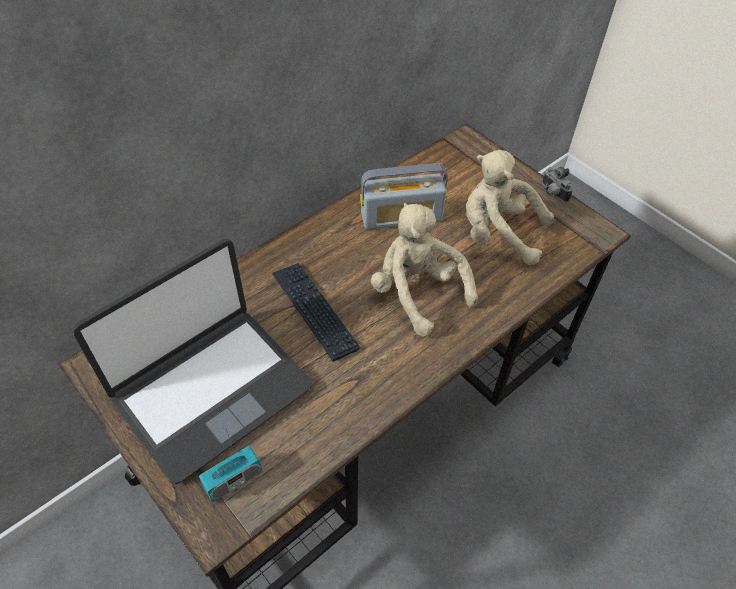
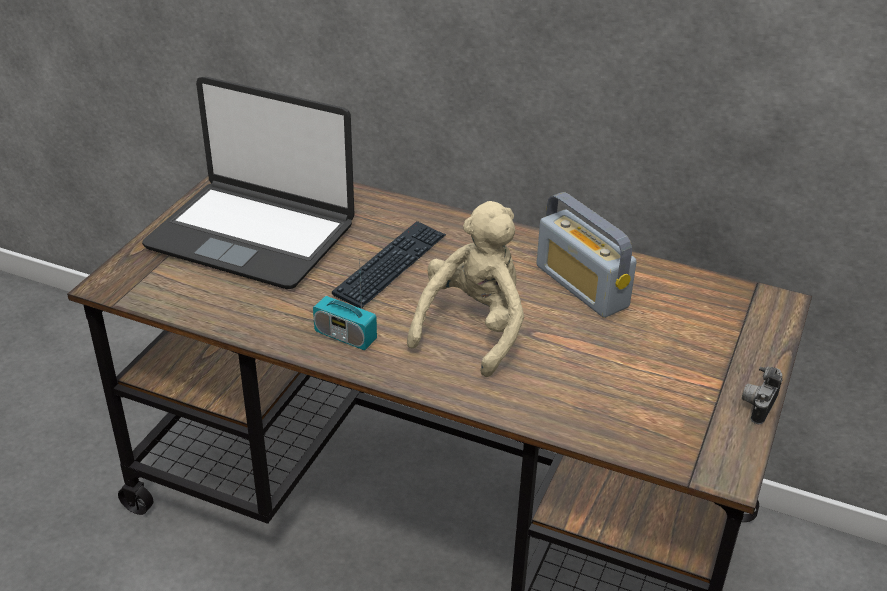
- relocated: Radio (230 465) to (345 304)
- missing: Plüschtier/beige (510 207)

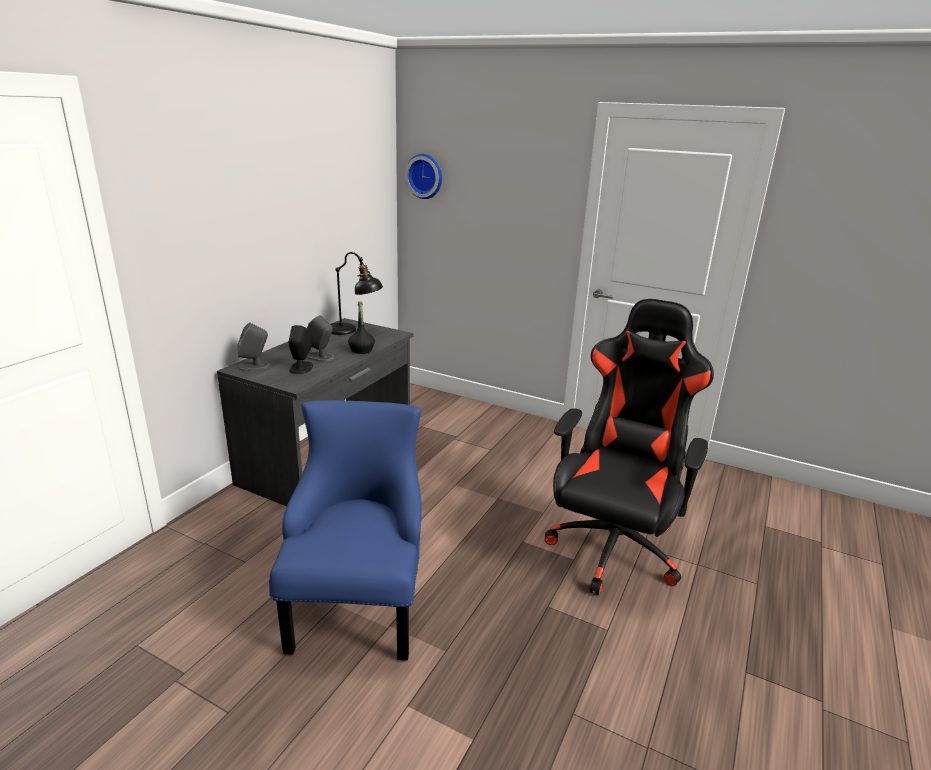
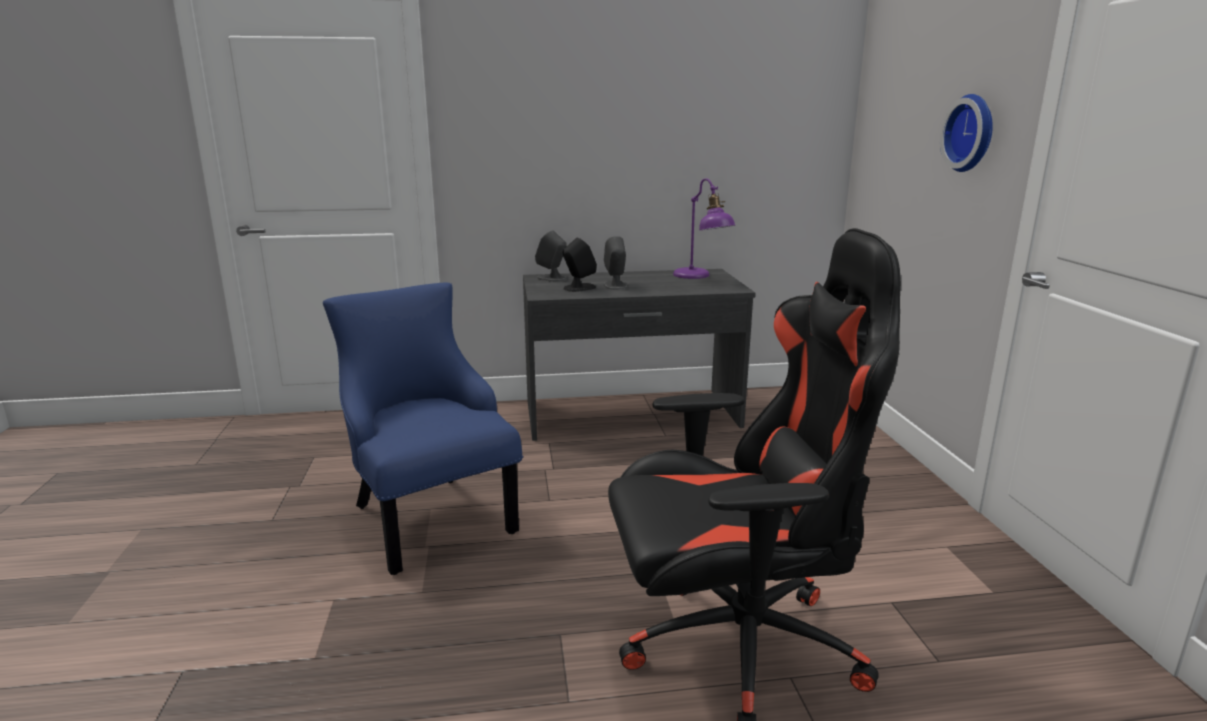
- spun: Stuhl/blau (345 530) = (423 429) 90 degrees counterclockwise
- colour: Tischlampe/schwarz (356 293) to Tischlampe/lila (704 228)
- missing: Flasche/schwarz (361 327)
- relocated: Wanduhr (423 176) to (966 133)

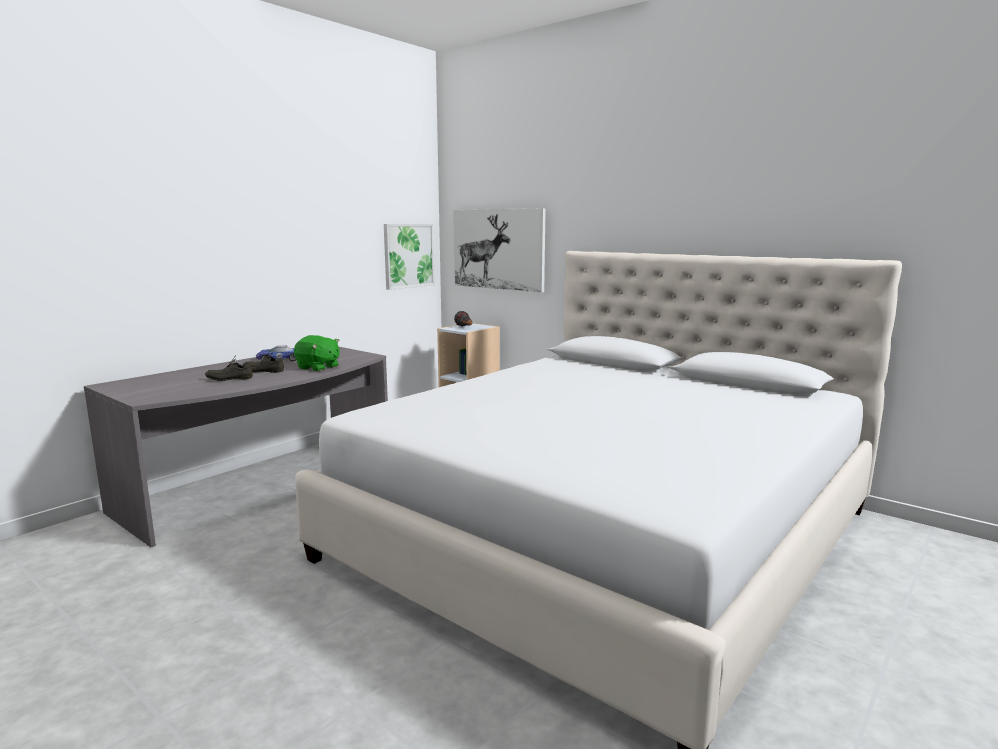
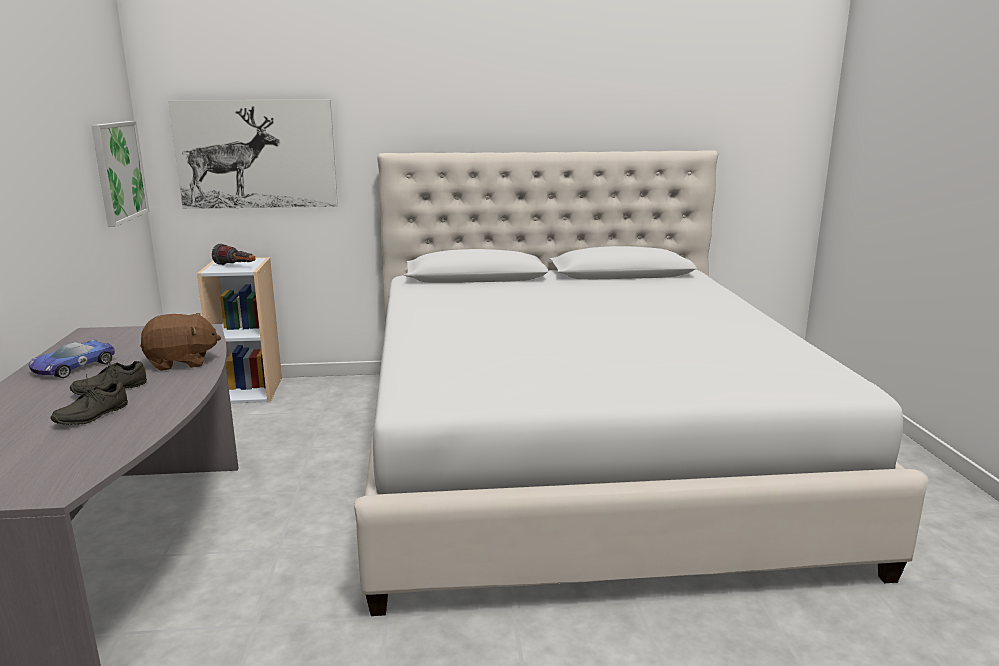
- colour: Plüschtier/grün (317 353) to Plüschtier/braun (180 342)

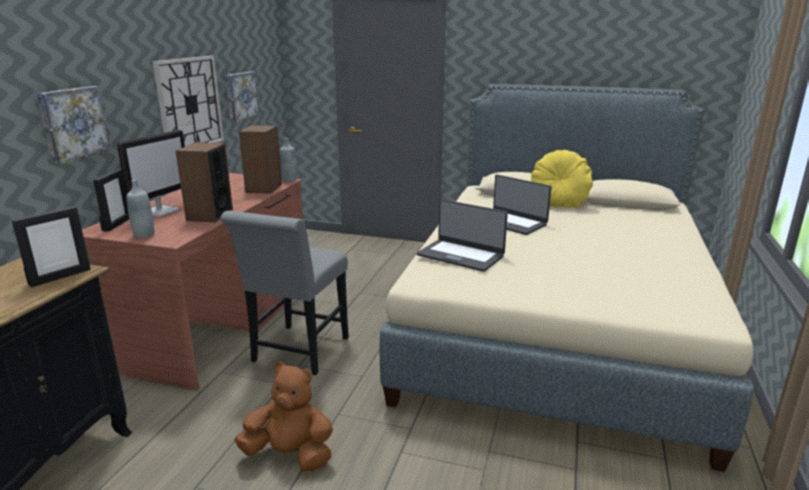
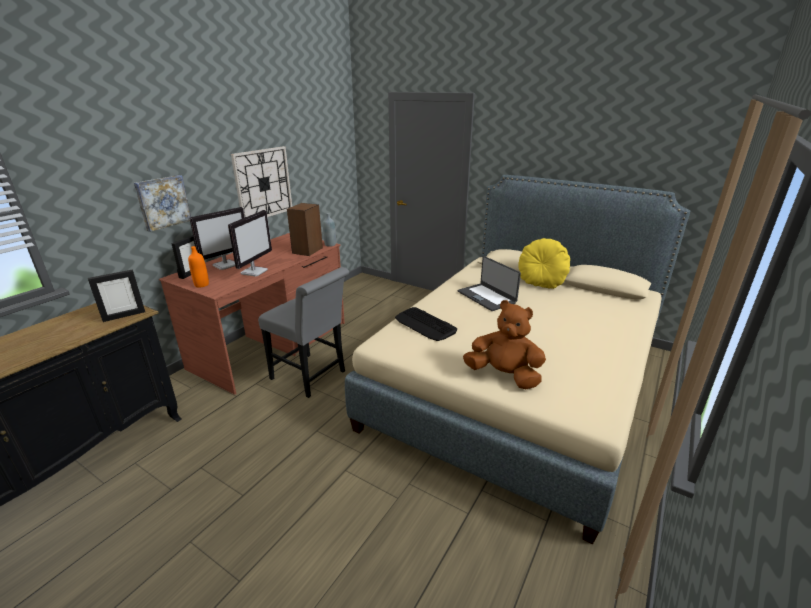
- colour: Flasche/grau (140 209) to Flasche/orange (198 267)
- exchanged: Lautsprecher (204 182) to Monitor (250 243)
- spun: Stuhl/grau (285 293) = (303 332) 90 degrees counterclockwise
- missing: Bild (242 97)
- relocated: Plüschtier/braun (284 416) to (504 344)
- exchanged: Laptop (462 235) to Tastatur (426 324)

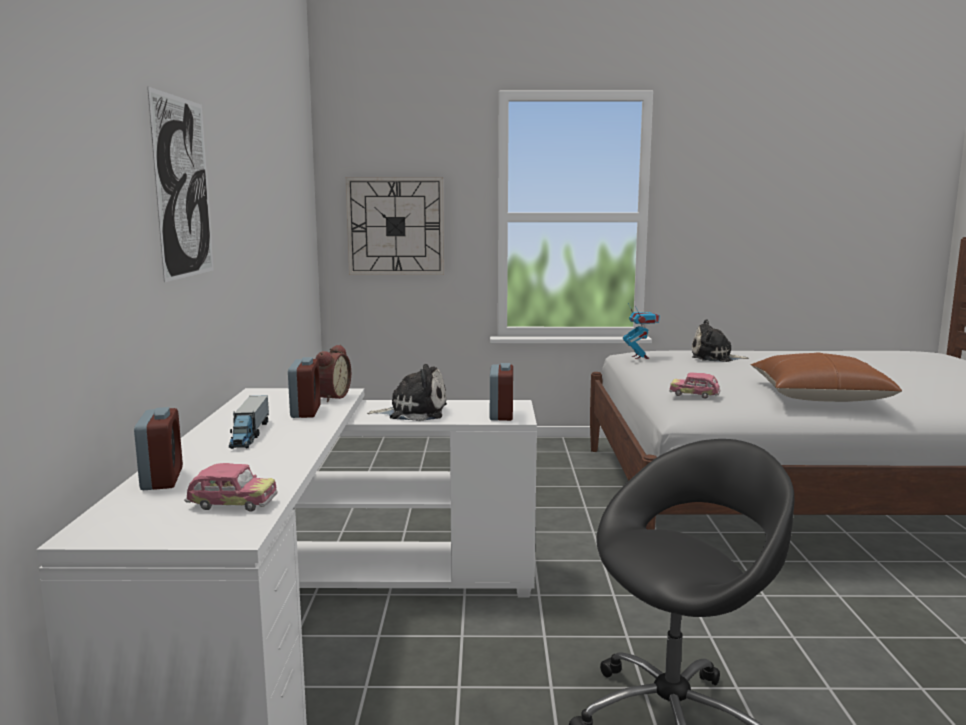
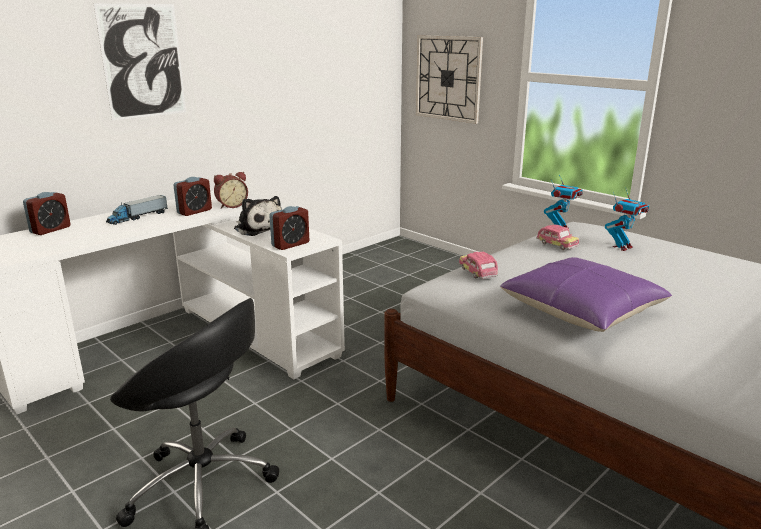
- relocated: Spielzeugauto (230 487) to (557 237)
- exchanged: Plüschtier (720 340) to Spielzeugroboter (627 220)
- colour: Kissen/braun (826 377) to Kissen/lila (586 294)

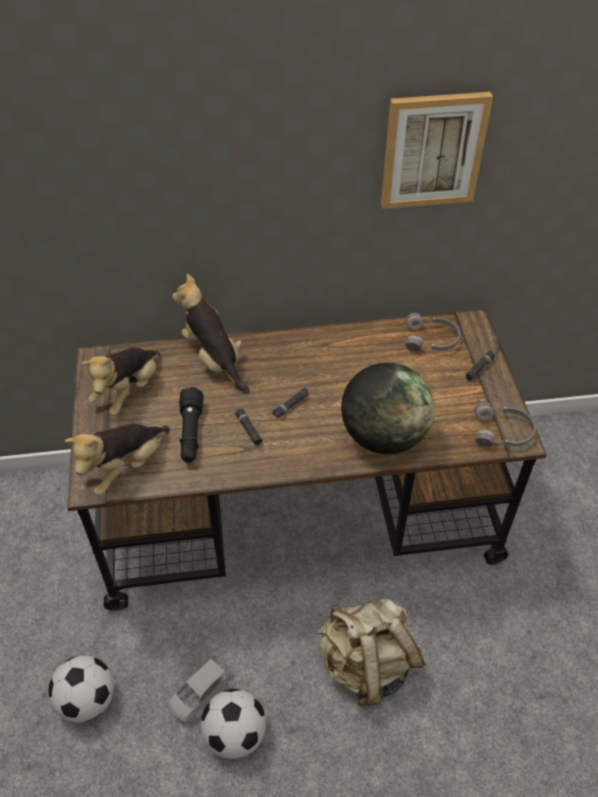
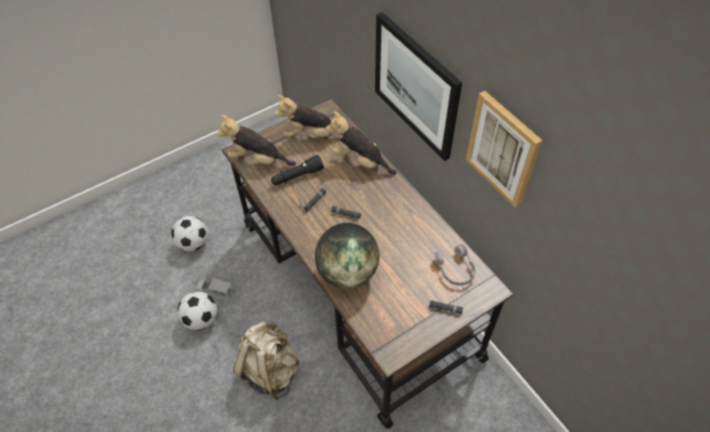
- spun: Plüschtier (211 333) = (361 143) 90 degrees counterclockwise
- missing: Kopfhörer/grau (505 424)
- appeared: Bild (418 86)

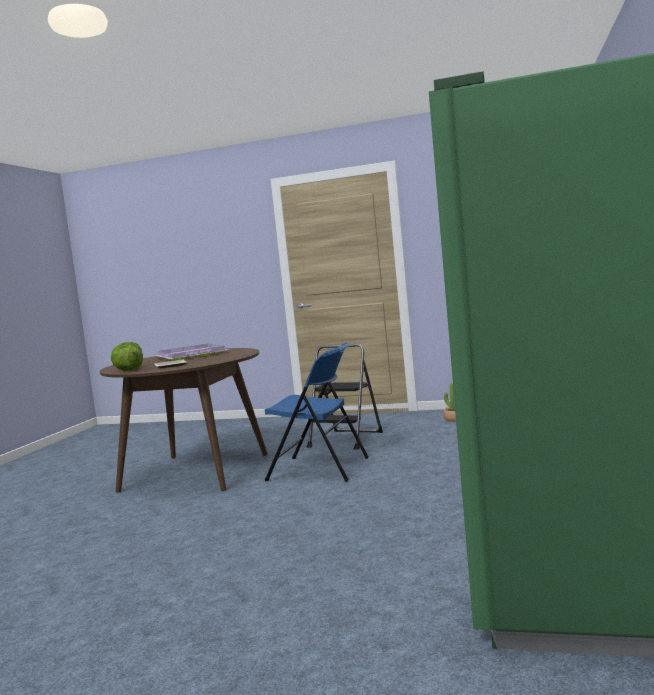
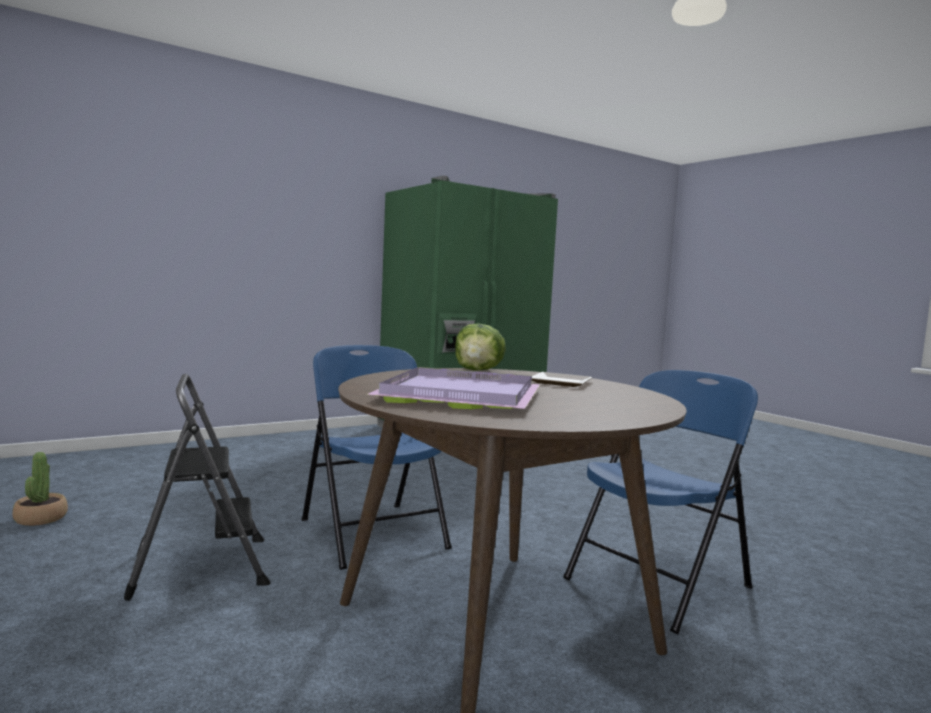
- relocated: Salatkopf (127 356) to (480 347)
- appeared: Stuhl/blau (660 502)

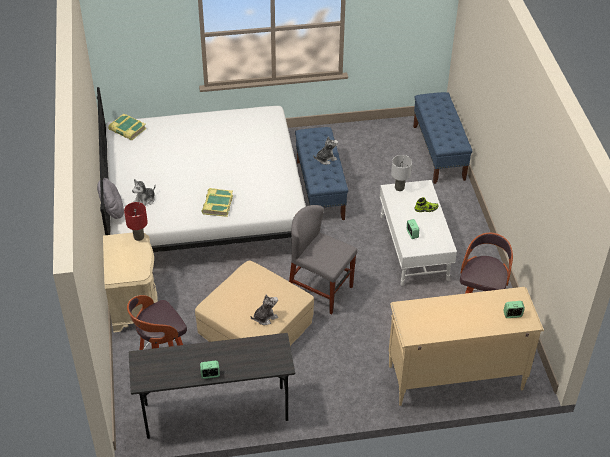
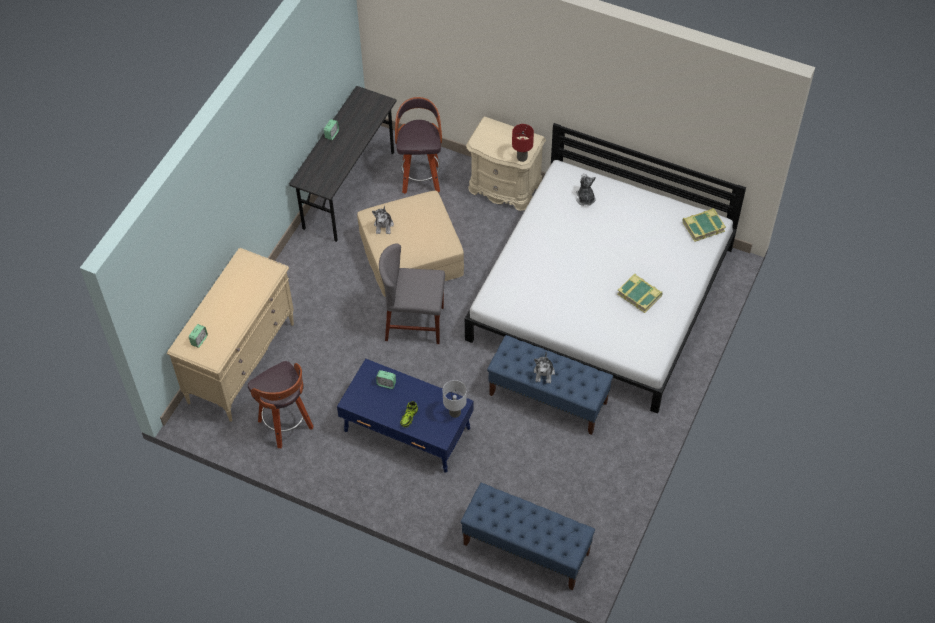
- missing: Kissen/grau (110 198)
- relocated: Buch (217 202) to (640 293)
- spun: Stuhl/grau (323 260) = (412 293) 150 degrees counterclockwise
- colour: Couchtisch/weiß (418 233) to Couchtisch/blau (405 416)

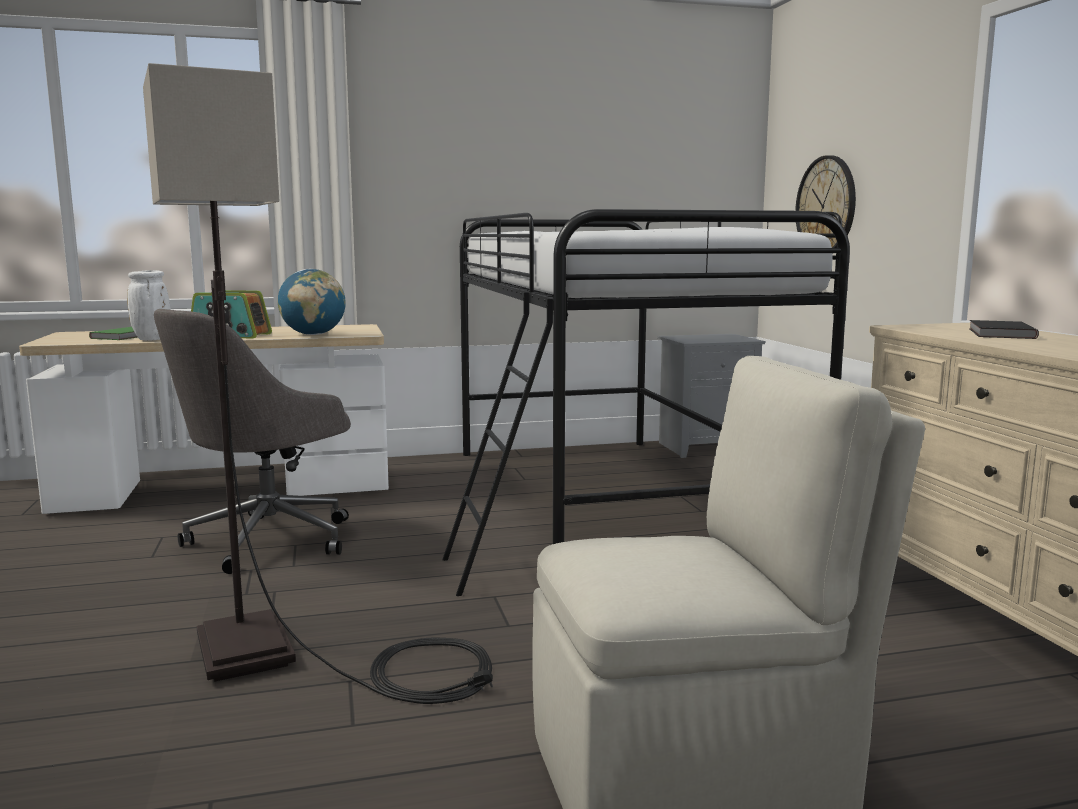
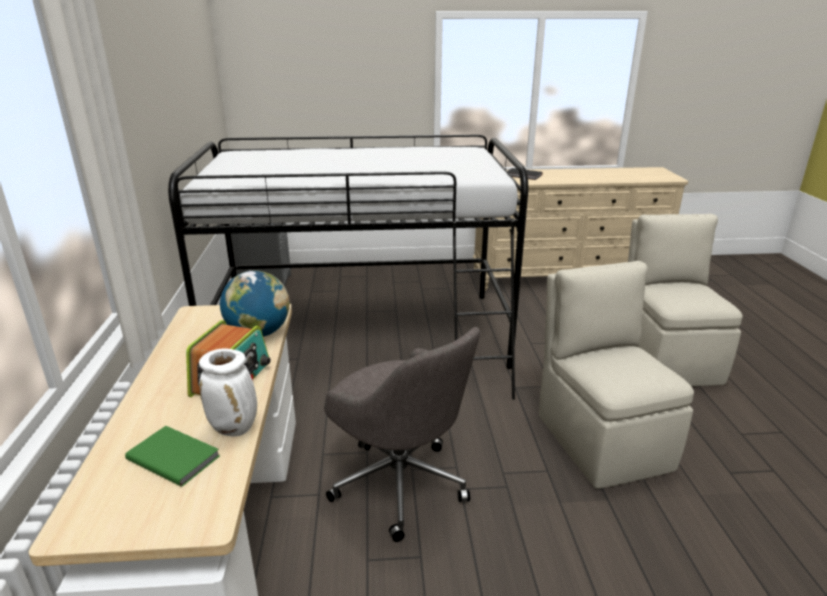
- exchanged: Stehlampe (318 383) to Stuhl/beige (616 375)
- missing: Wanduhr (825 204)

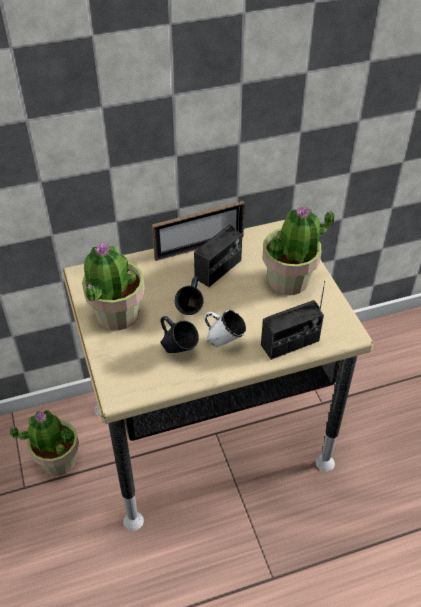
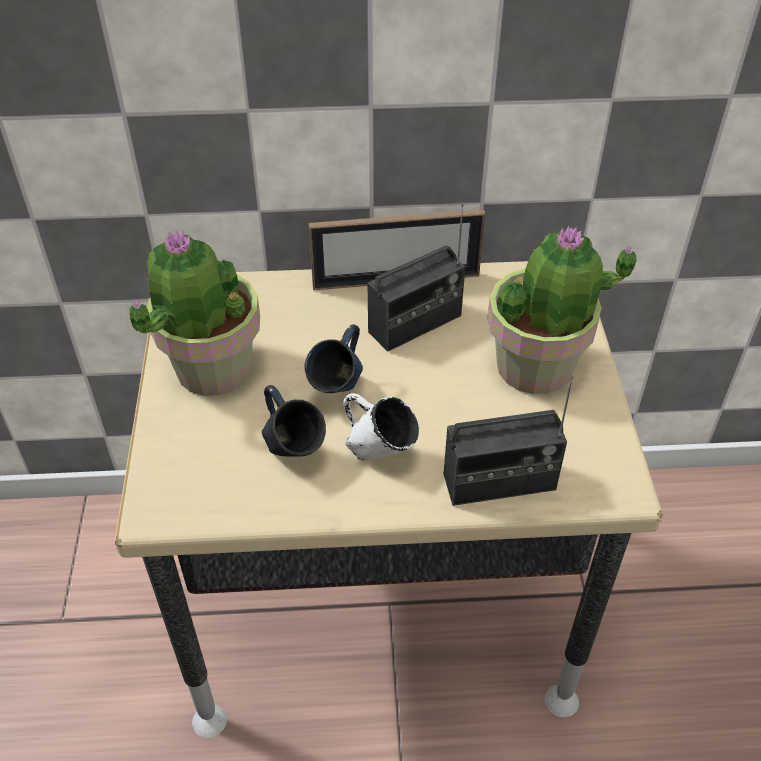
- missing: Topfpflanze (44 442)

